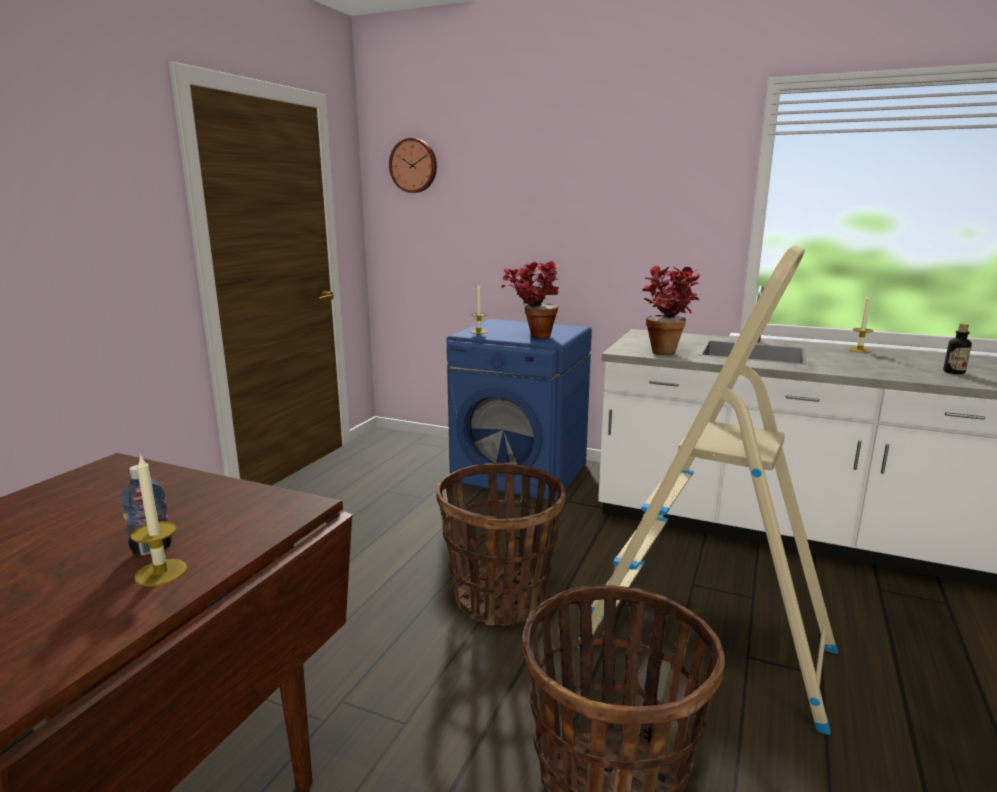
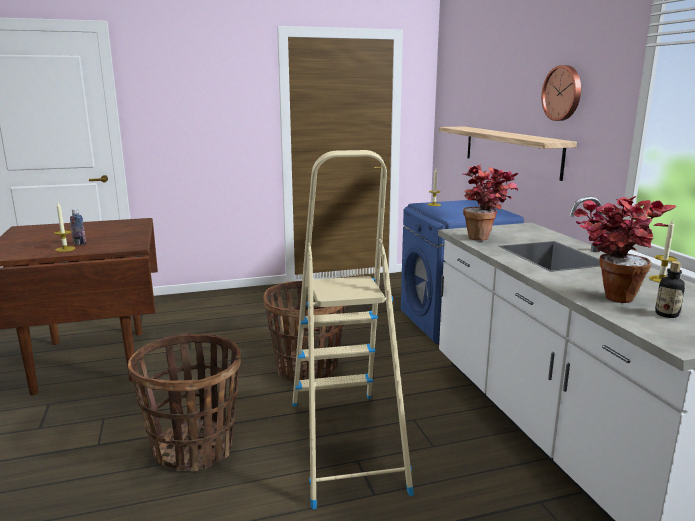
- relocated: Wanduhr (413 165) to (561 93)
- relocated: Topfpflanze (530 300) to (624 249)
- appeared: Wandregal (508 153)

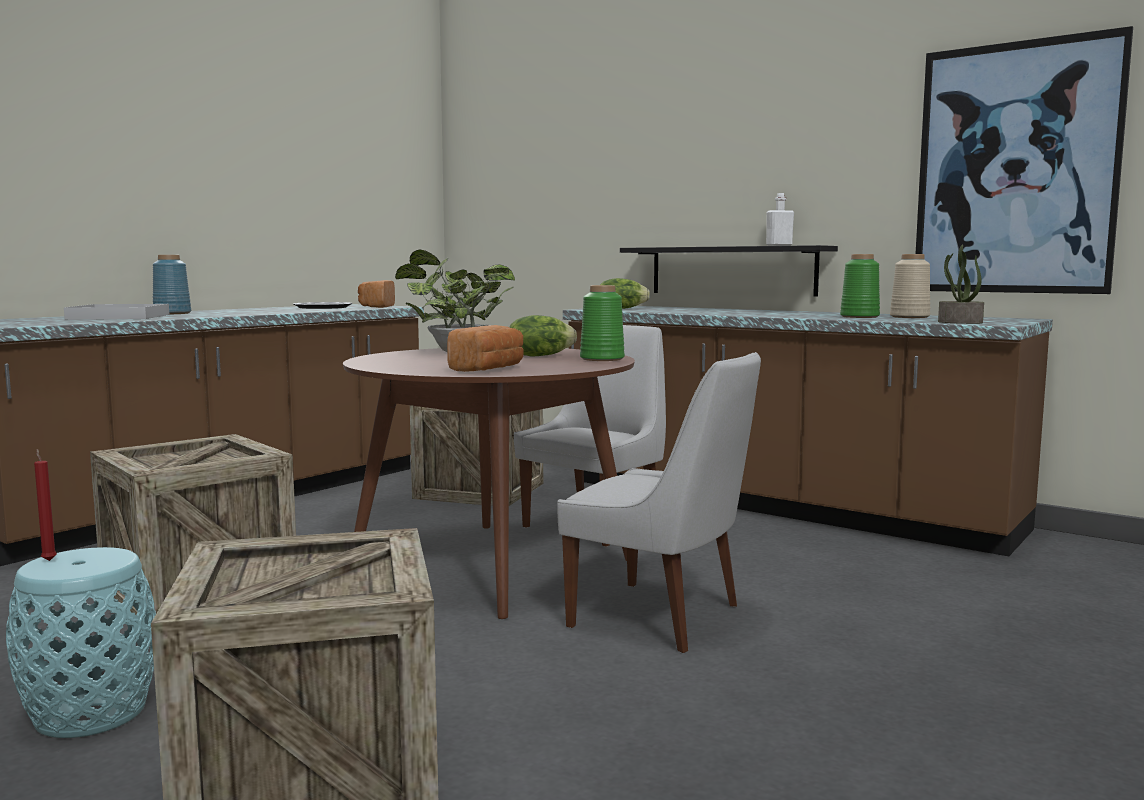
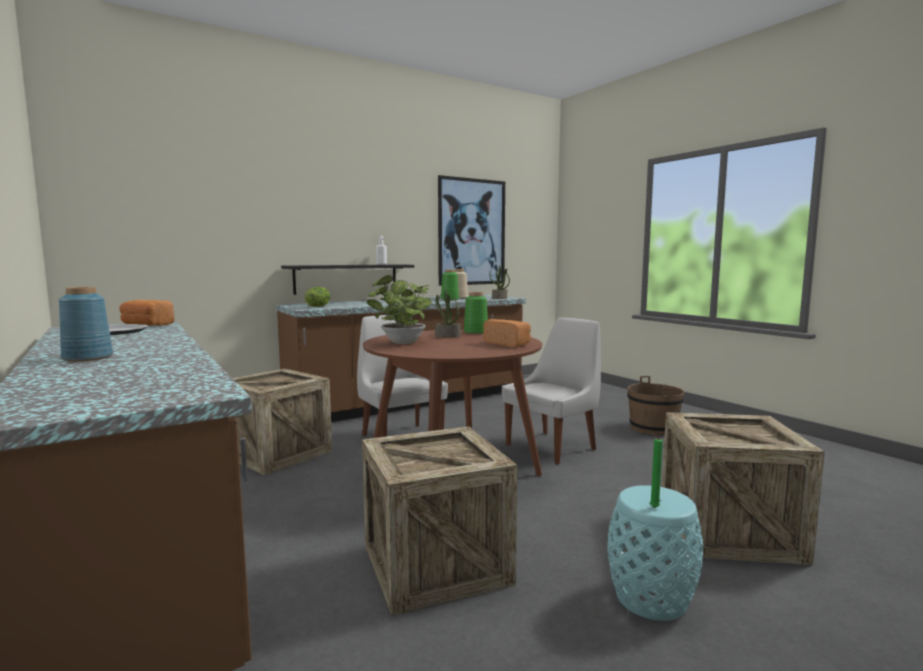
- colour: Kerze/rot (45 505) to Kerze/grün (656 470)
- missing: Tablett/weiß (116 312)
- exchanged: Salatkopf (543 335) to Topfpflanze (448 313)
- appeared: Eimer/braun (655 405)

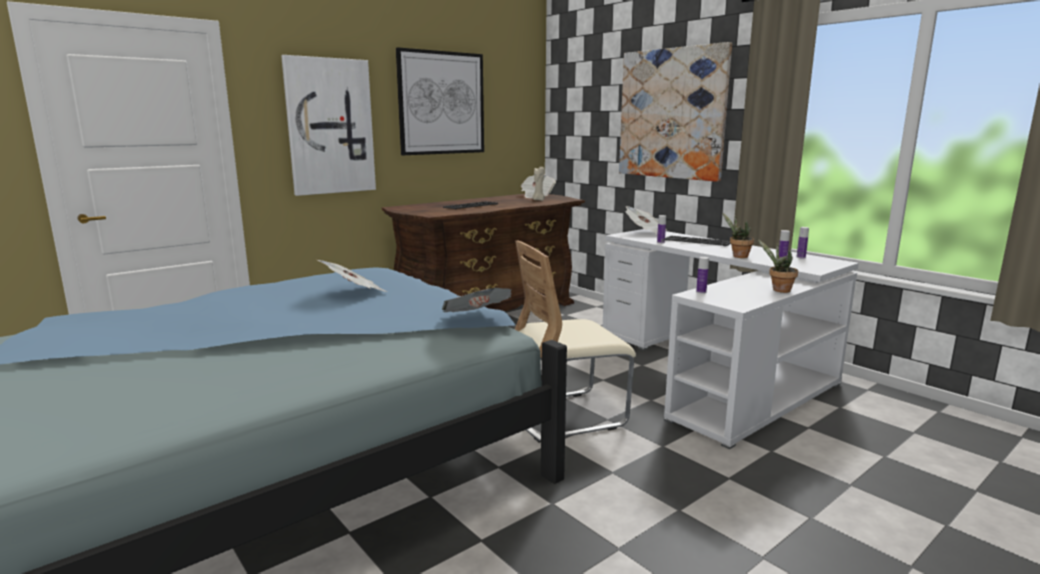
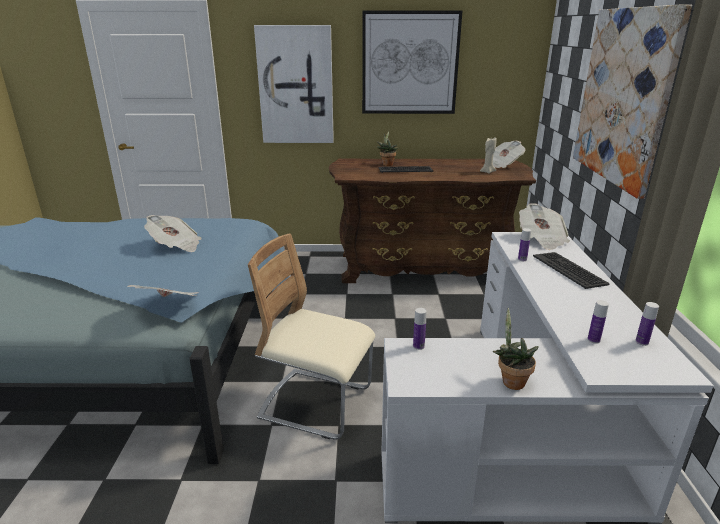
- relocated: Topfpflanze (738 235) to (386 148)

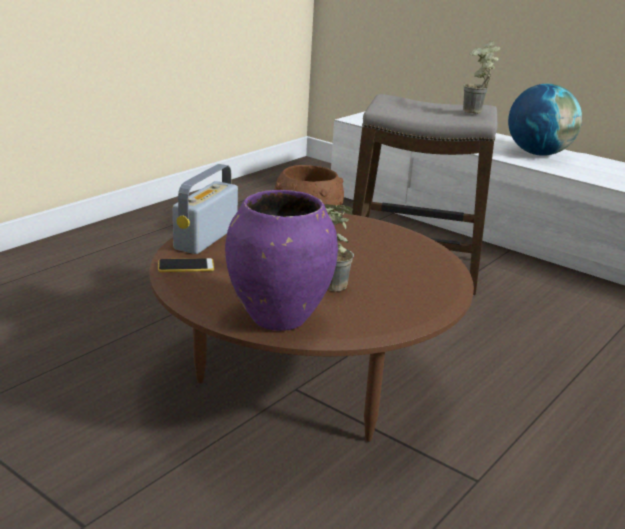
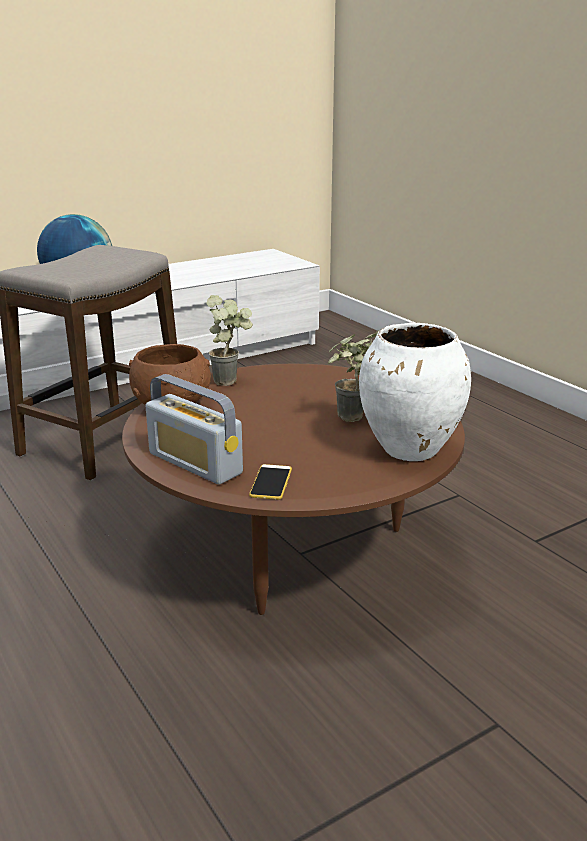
- colour: Vase/lila (281 260) to Vase/weiß (415 392)
- relocated: Topfpflanze (481 77) to (229 340)

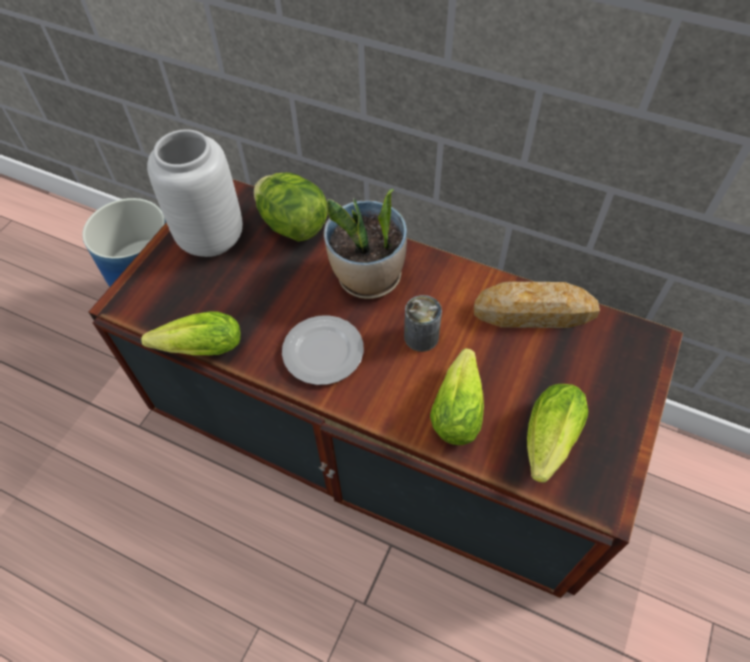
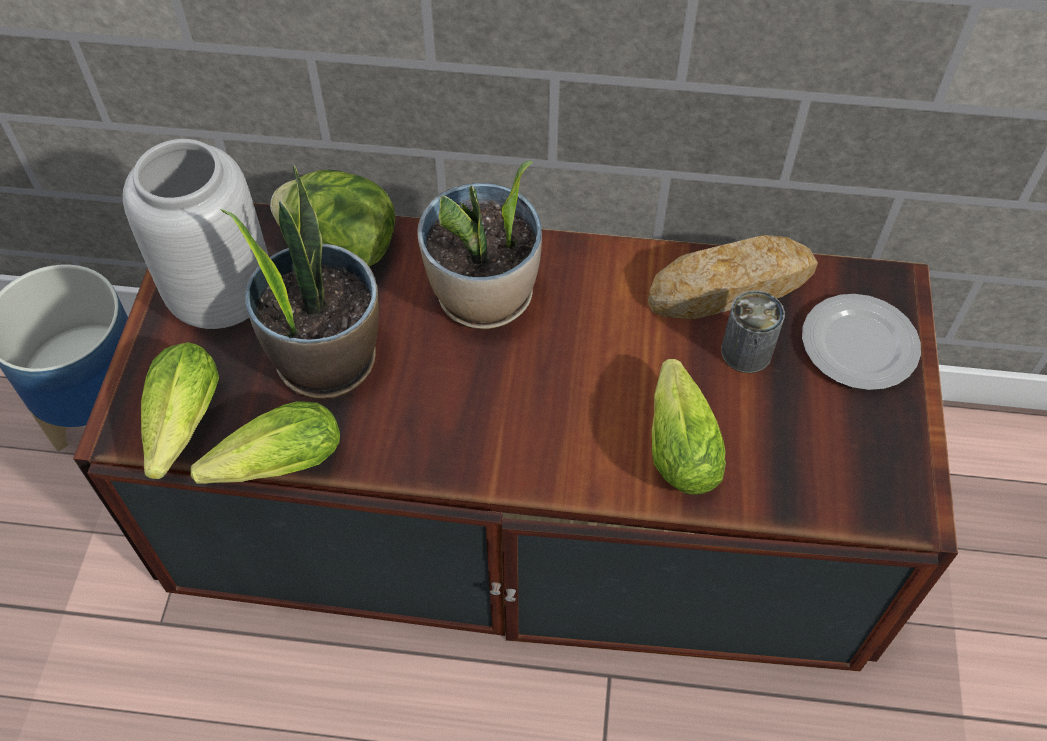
- relocated: Teller (323 350) to (861 342)
- relocated: Dose (423 323) to (753 331)
- relocated: Salatkopf (557 433) to (180 410)
- appeared: Topfpflanze (299 282)

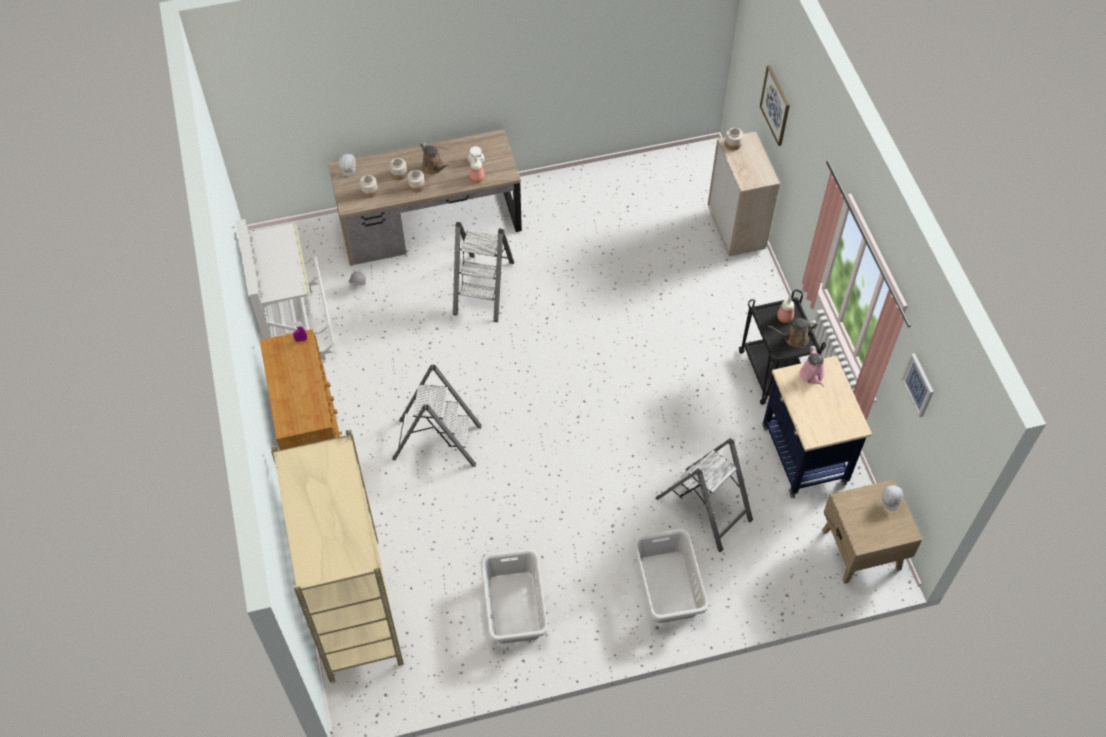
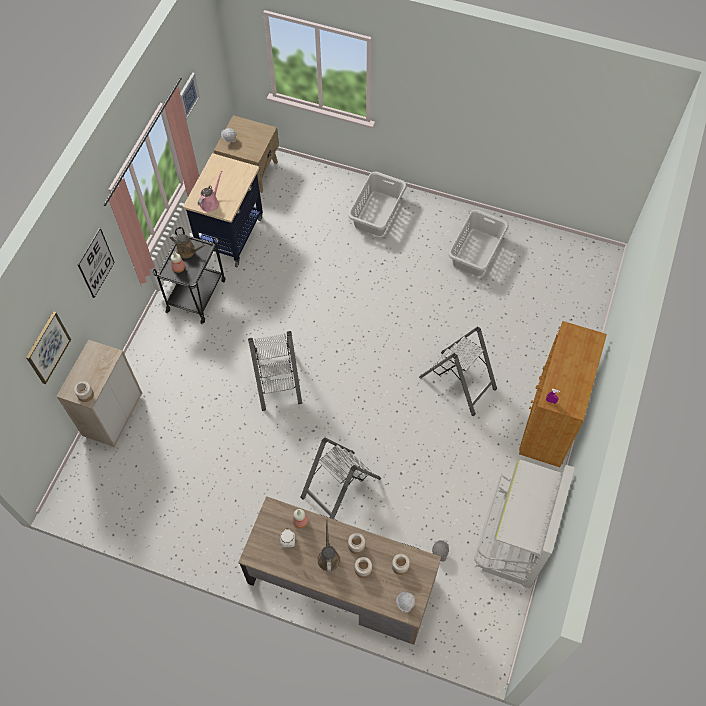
- missing: Bücherregal/beige (337 556)
- relocated: Trittleiter/grau (704 495) to (275 371)
- appeared: Bild (96 262)

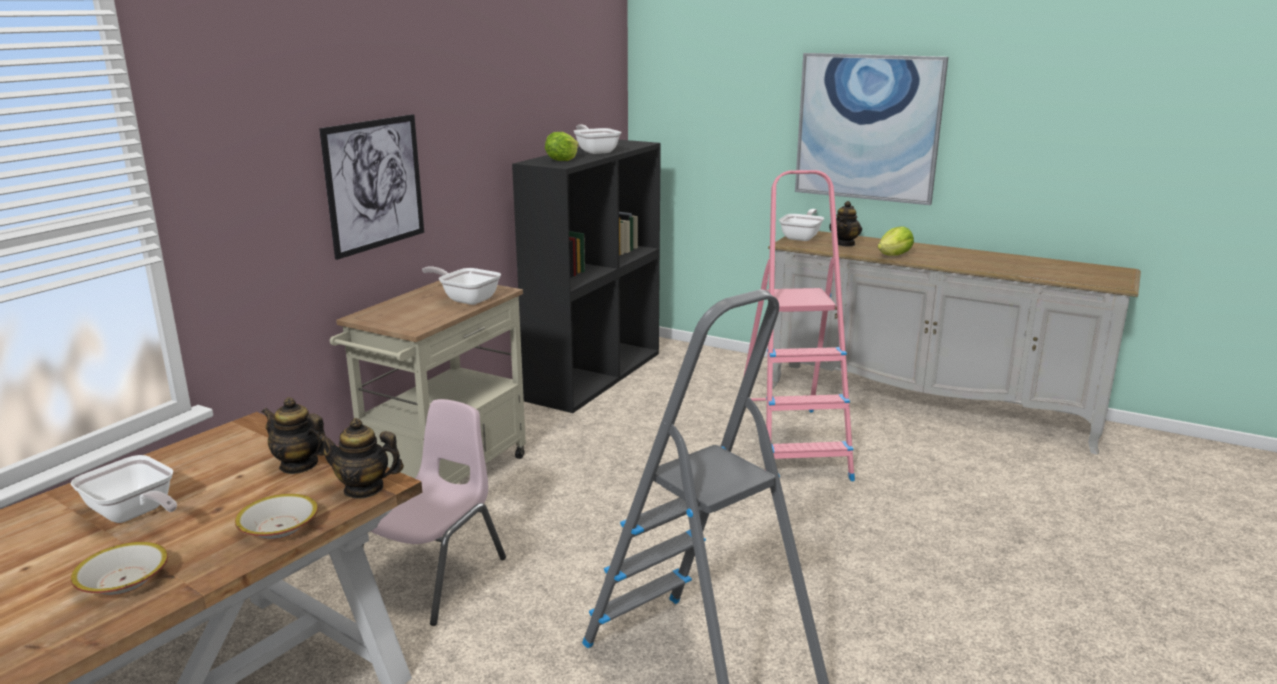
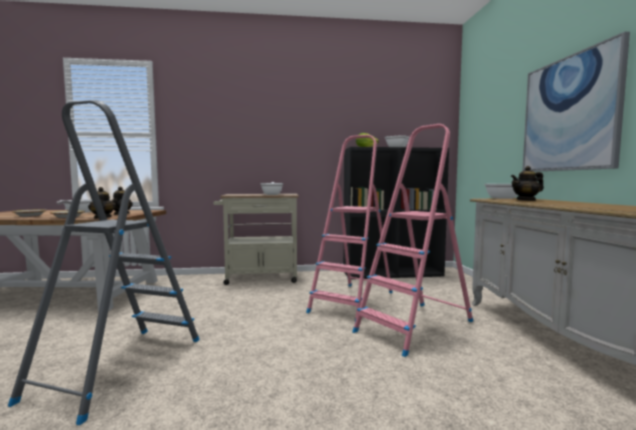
- missing: Bild (371 187)
- missing: Stuhl/rosa (434 512)
- missing: Salatkopf (896 241)
- appeared: Trittleiter/rosa (349 228)

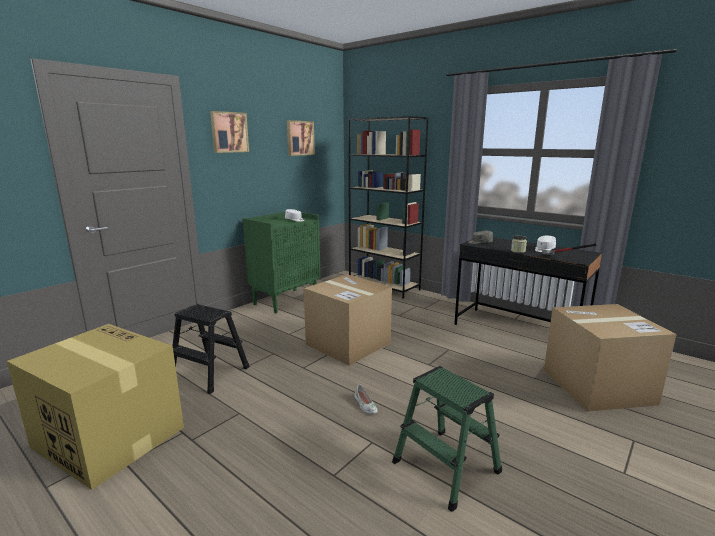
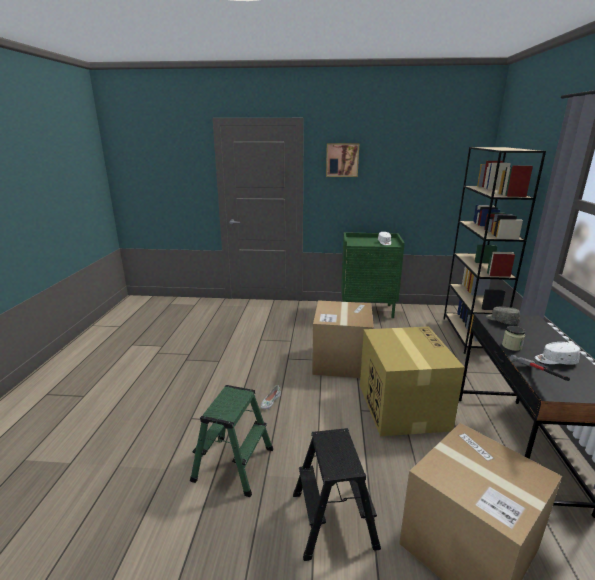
- relocated: Karton (95 407) to (412 381)
- relocated: Trittleiter/schwarz (211 349) to (337 494)
- missing: Bild (301 138)

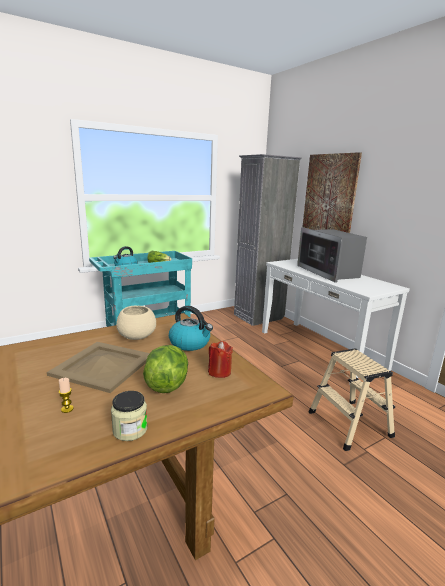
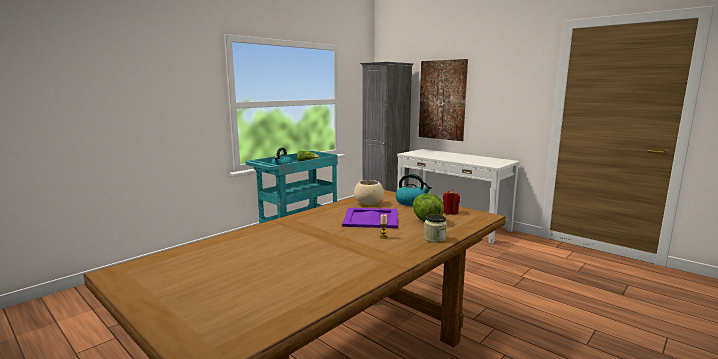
- colour: Tablett/beige (98 367) to Tablett/lila (370 218)
- missing: Mikrowelle (332 255)
- missing: Trittleiter/beige (352 399)

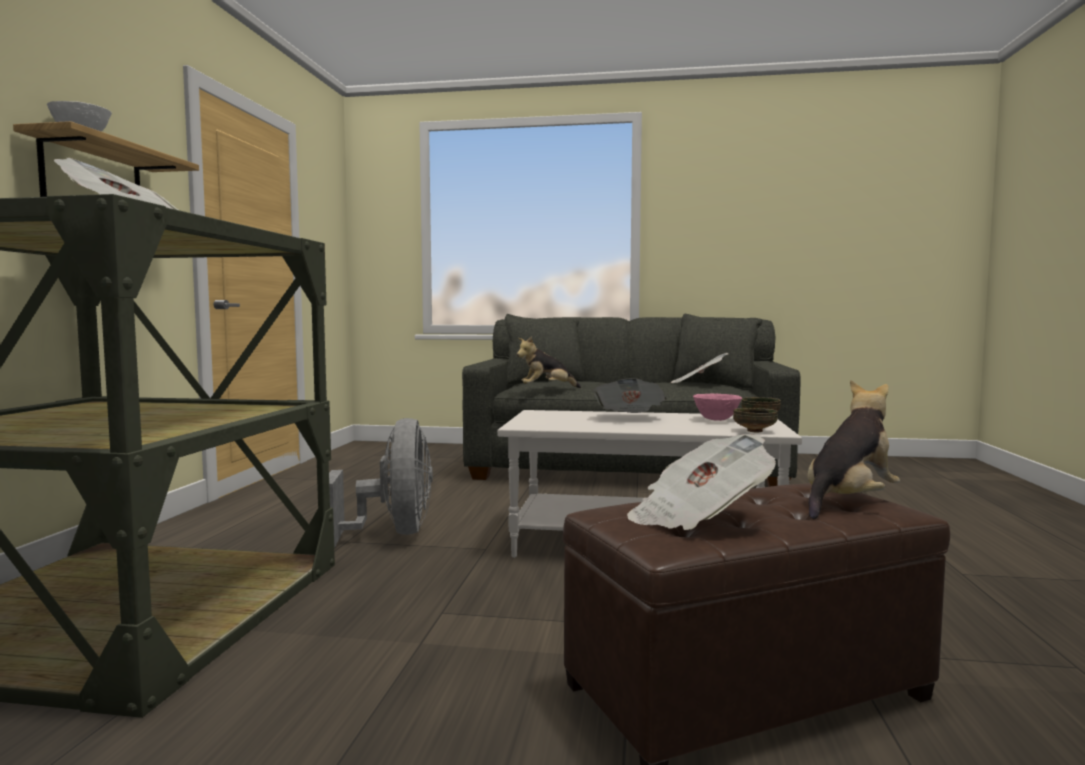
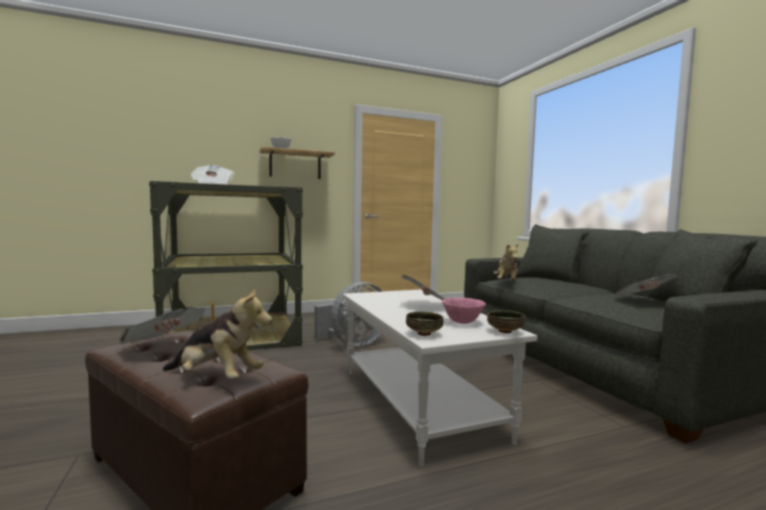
- spun: Plüschtier (549 362) = (505 262) 120 degrees counterclockwise

